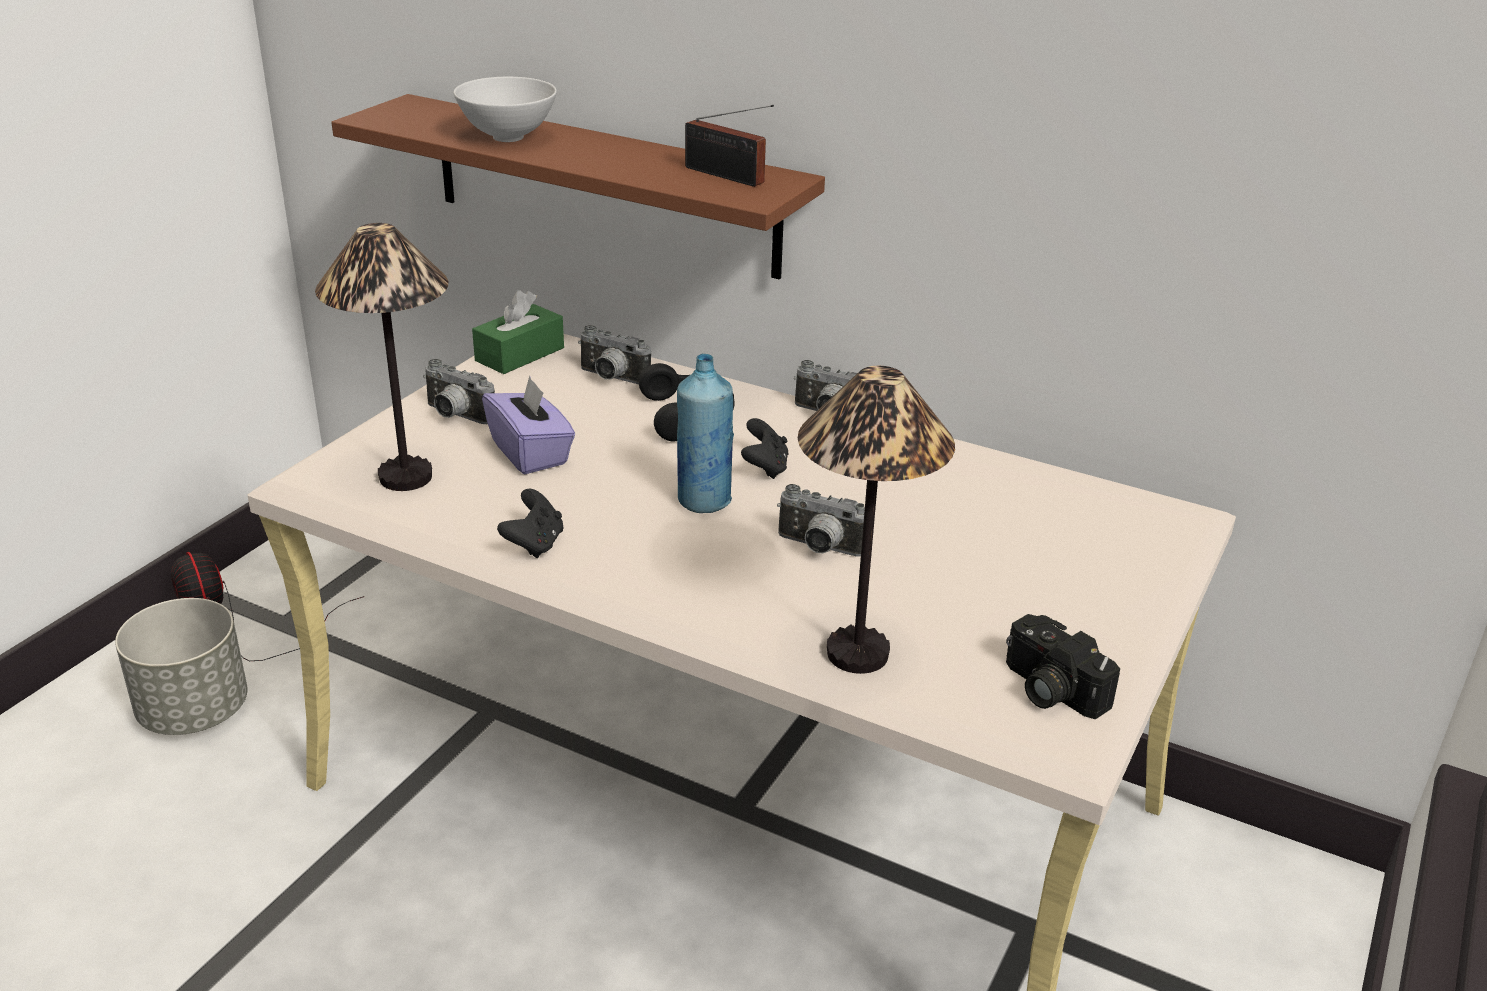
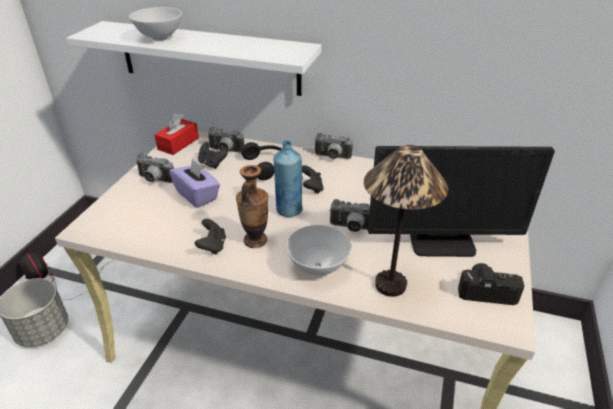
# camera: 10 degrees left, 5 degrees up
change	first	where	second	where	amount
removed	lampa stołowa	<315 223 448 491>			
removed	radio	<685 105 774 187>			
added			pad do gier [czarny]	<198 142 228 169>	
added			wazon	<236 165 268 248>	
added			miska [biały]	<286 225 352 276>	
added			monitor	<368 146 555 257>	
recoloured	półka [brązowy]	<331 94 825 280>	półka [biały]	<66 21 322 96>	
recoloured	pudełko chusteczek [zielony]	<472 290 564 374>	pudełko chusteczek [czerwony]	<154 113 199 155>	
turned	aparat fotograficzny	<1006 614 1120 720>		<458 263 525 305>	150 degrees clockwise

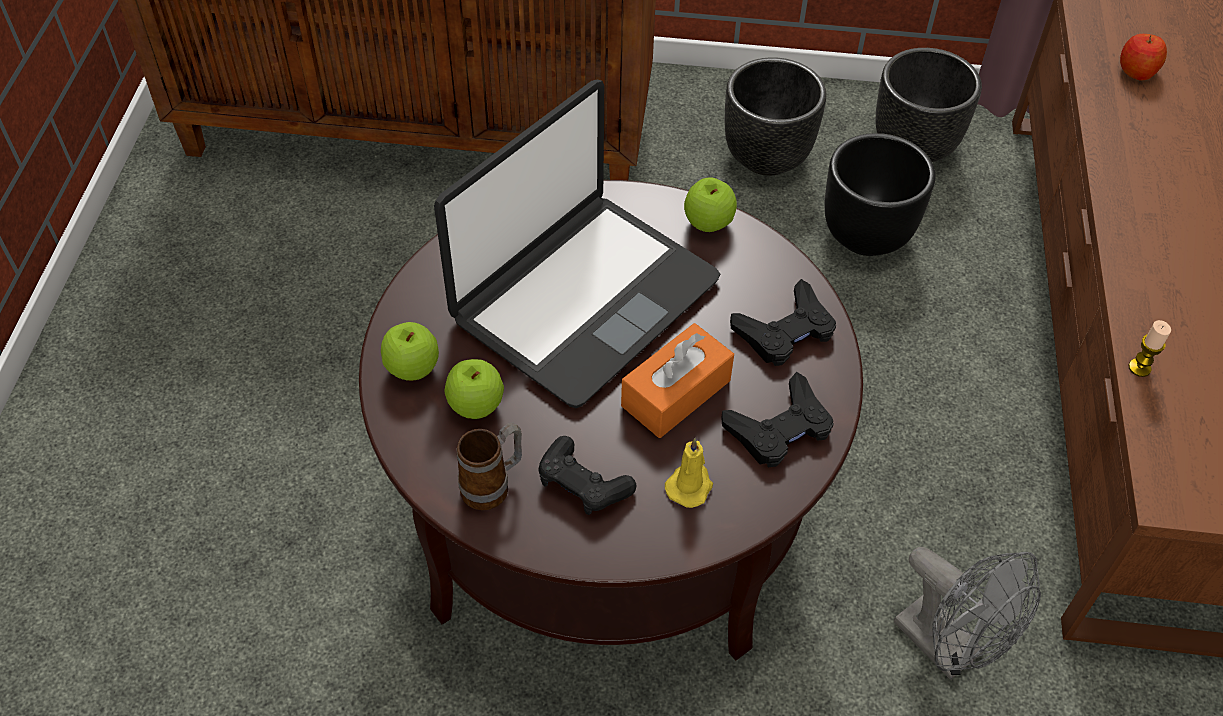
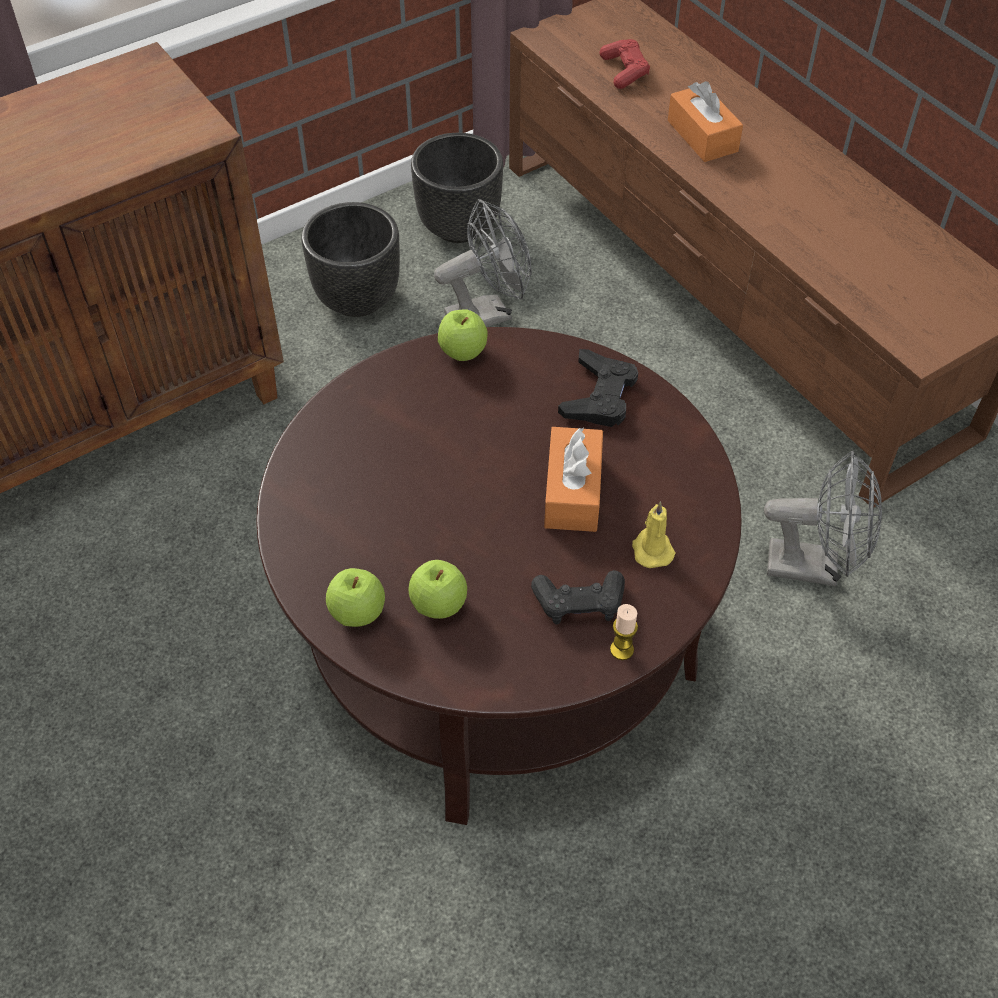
# camera: 40 degrees left, 0 degrees up
change	first	where	second	where	amount
removed	laptop	<434 80 720 408>			
removed	kubek	<457 422 522 510>			
removed	pad do gier [czarny]	<721 372 834 467>			
added			pudełko chusteczek [pomarańczowy]	<668 81 743 162>	
moved	świeca	<1129 320 1171 377>		<610 604 638 660>	
replaced	donica [czarny]	<825 133 936 256>	wentylator [szary]	<434 199 532 327>	
replaced	jabłko	<1120 34 1167 81>	pad do gier [czerwony]	<600 39 650 89>	

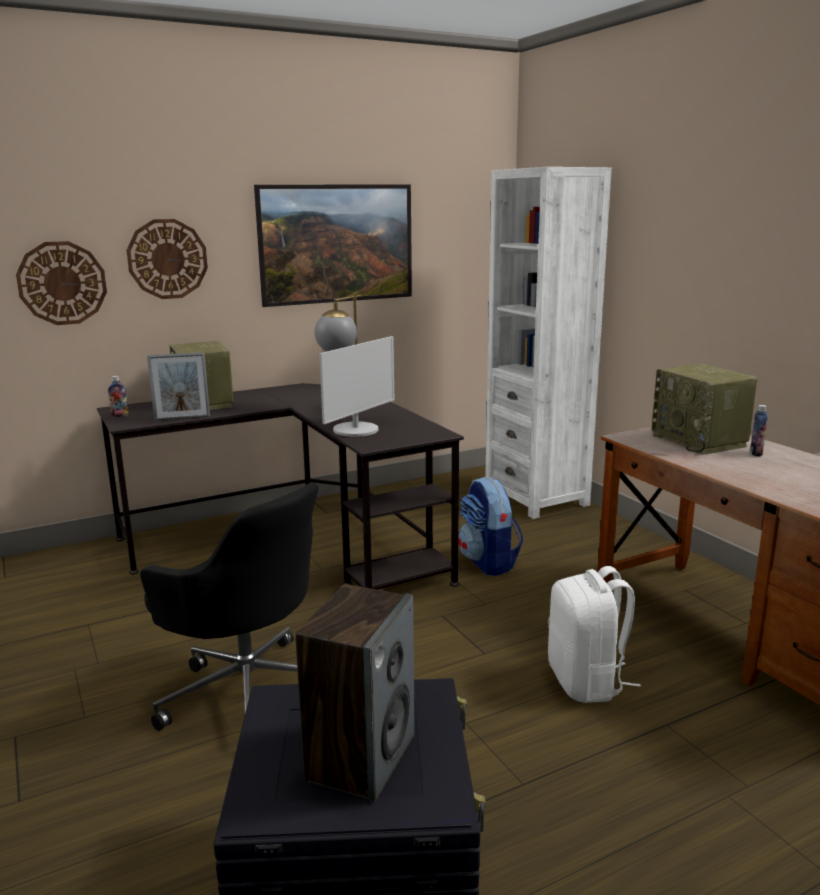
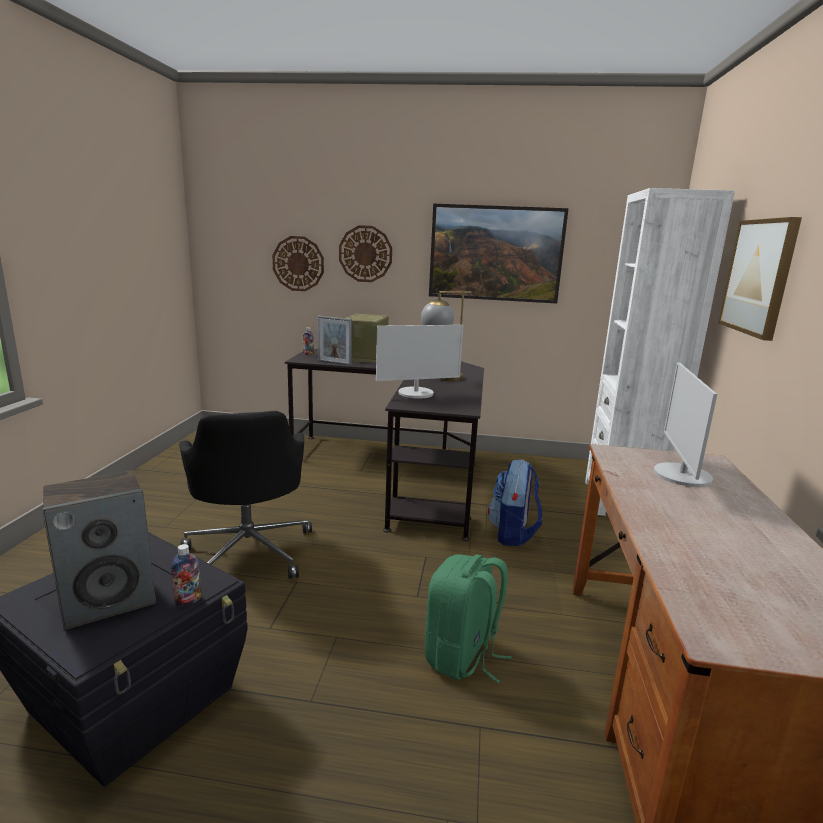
# camera: 35 degrees right, 0 degrees up
change	first	where	second	where	amount
added			obraz	<718 217 802 341>	
moved	butelka	<750 405 768 456>		<171 544 201 606>	
replaced	radio	<652 364 757 455>	monitor	<654 362 717 487>	
recoloured	plecak [biały]	<548 566 641 703>	plecak [zielony]	<425 554 512 683>	

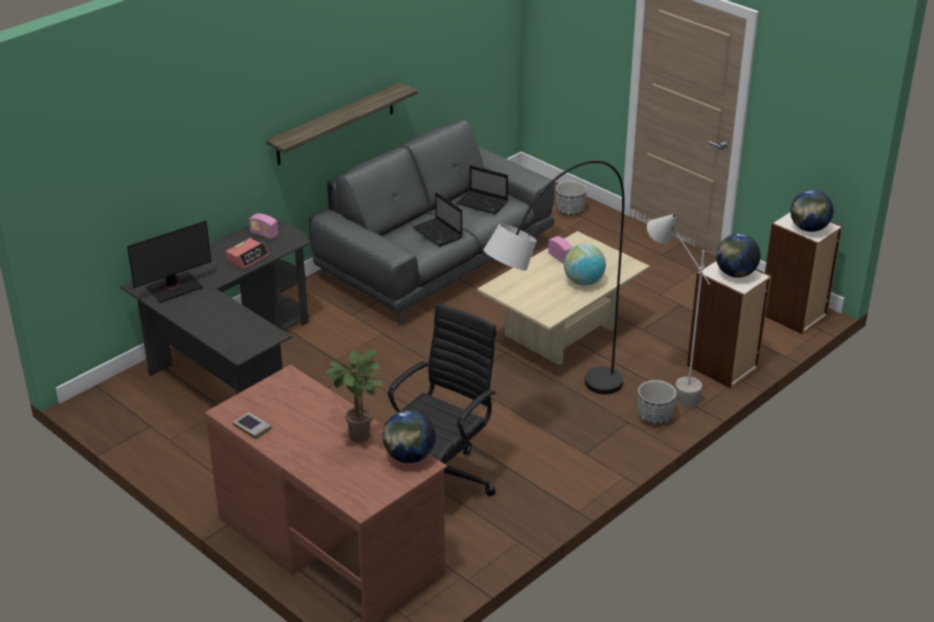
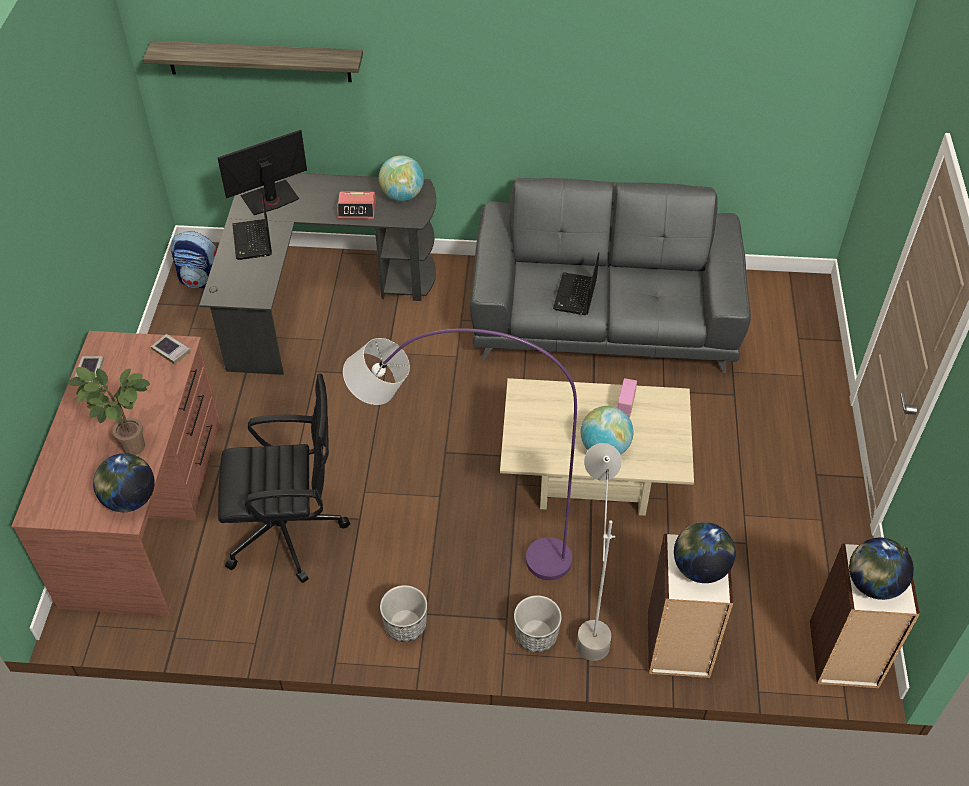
# camera: 50 degrees right, 15 degrees up
change	first	where	second	where	amount
added			książka	<151 334 191 365>	
added			plecak	<171 231 217 289>	
moved	półka	<266 82 418 165>		<143 41 363 82>	
moved	laptop	<457 165 508 214>		<232 192 272 260>	
moved	donica	<556 181 587 216>		<380 585 427 642>	
replaced	radio	<249 213 278 239>	globus	<379 155 424 201>	
recoloured	lampa stojąca [czarny]	<483 160 624 394>	lampa stojąca [fioletowy]	<343 329 577 580>	
turned	monitor	<127 221 211 303>		<217 130 307 215>	135 degrees clockwise

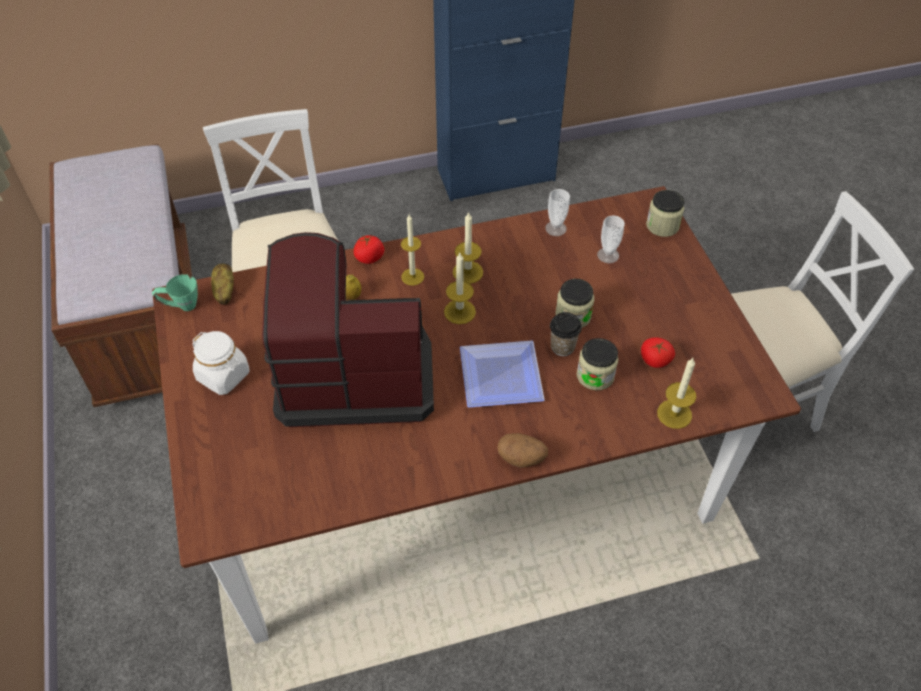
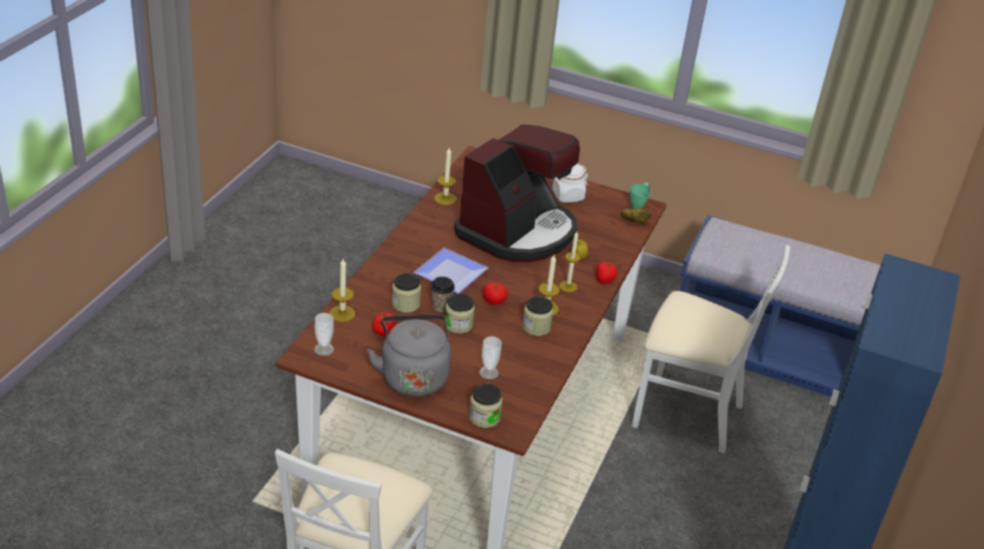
# camera: 125 degrees right, 15 degrees down
change	first	where	second	where	amount
removed	ziemniak	<498 433 548 468>			
added			czajnik [szary]	<367 314 451 397>	
added			pomidor	<483 282 508 305>	
added			słoik	<522 296 553 336>	
moved	świeca	<444 253 476 324>		<434 148 457 205>	
moved	filiżanka	<545 189 570 236>		<314 313 334 356>	
recoloured	ławka [brązowy]	<49 144 192 407>	ławka [niebieski]	<680 215 881 397>	

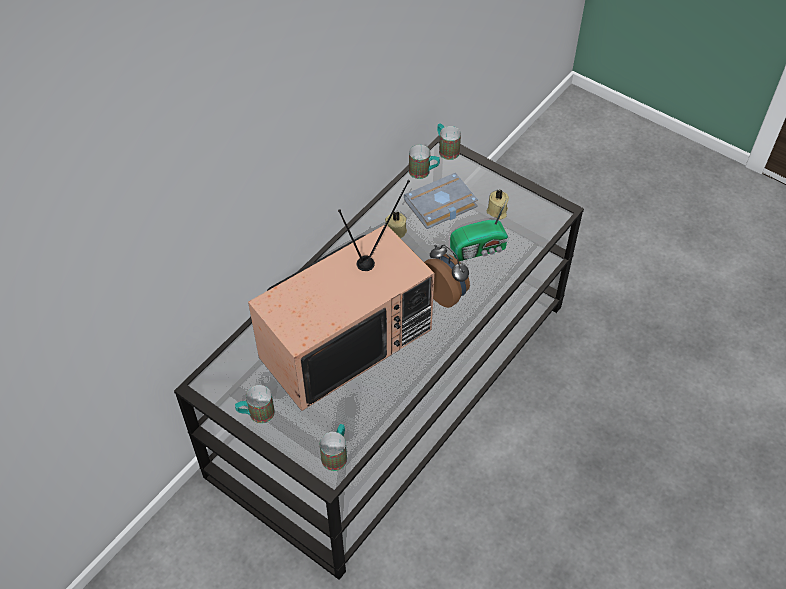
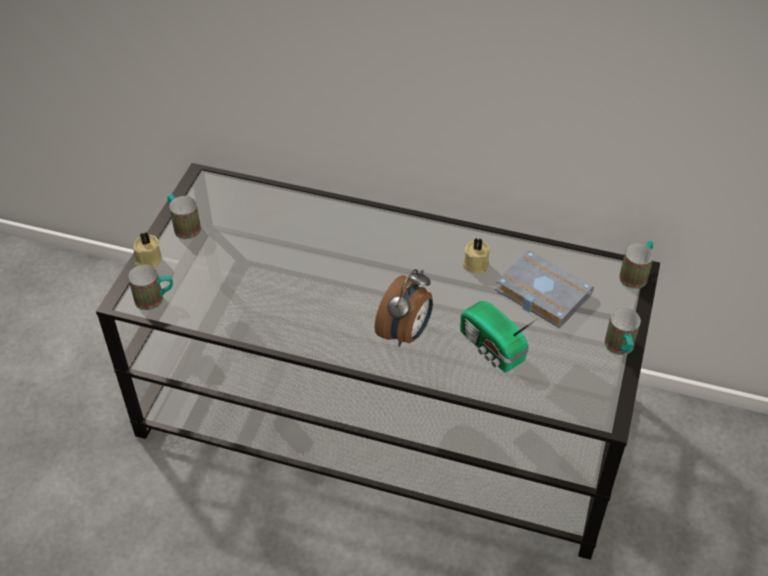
# camera: 70 degrees right, 5 degrees down
change	first	where	second	where	amount
removed	telewizor	<248 180 435 411>			
moved	kubek	<409 145 440 179>		<604 308 641 355>	
moved	świeca [beżowy]	<487 190 509 220>		<133 232 162 268>	

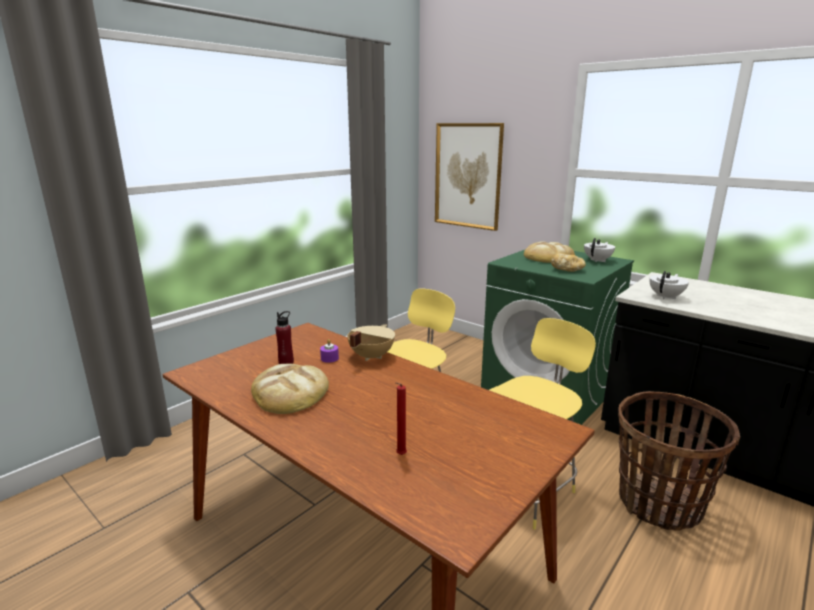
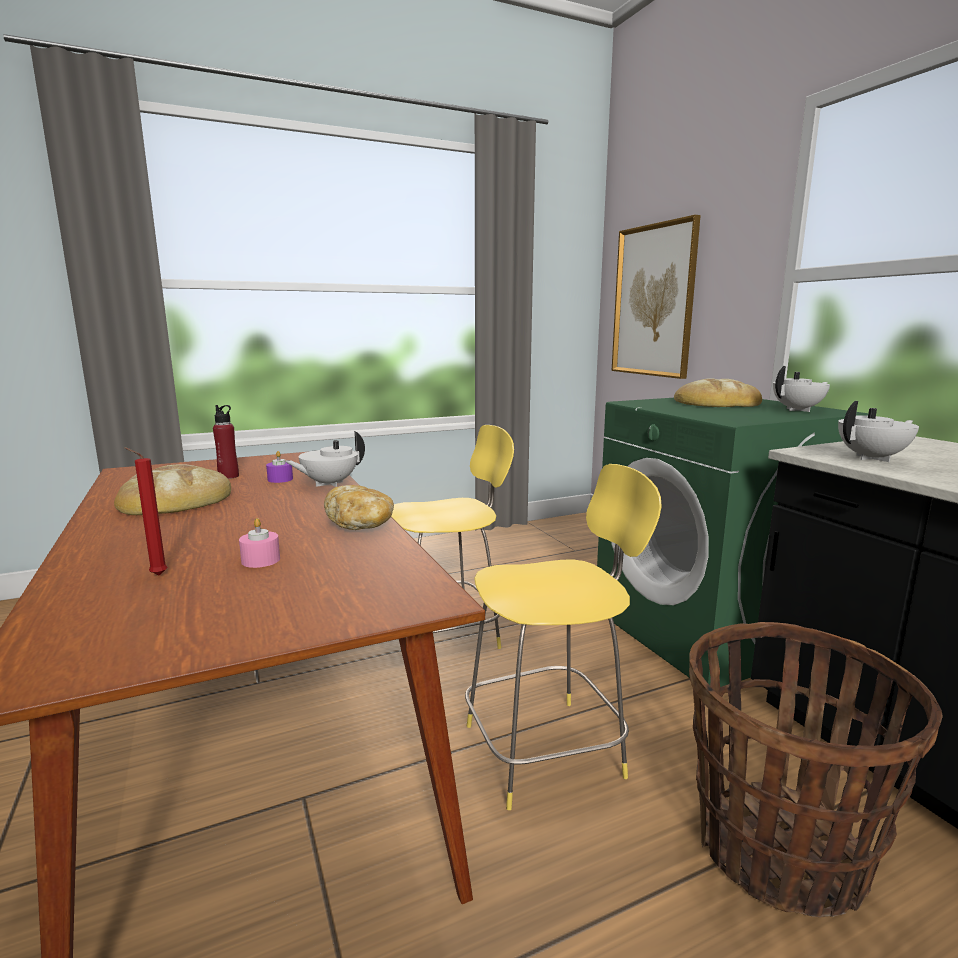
# camera: 25 degrees right, 5 degrees down
change	first	where	second	where	amount
added			świeca [różowy]	<239 518 280 568>	
moved	chleb	<551 253 586 272>		<324 485 394 530>	
replaced	garnek [beżowy]	<347 324 395 361>	imbryk [biały]	<285 431 365 487>	

